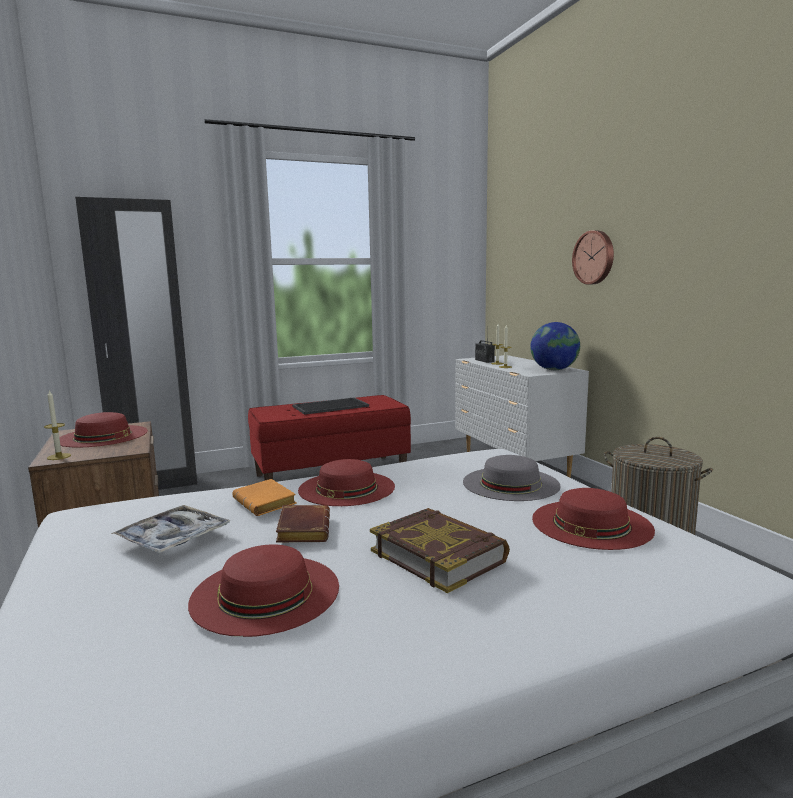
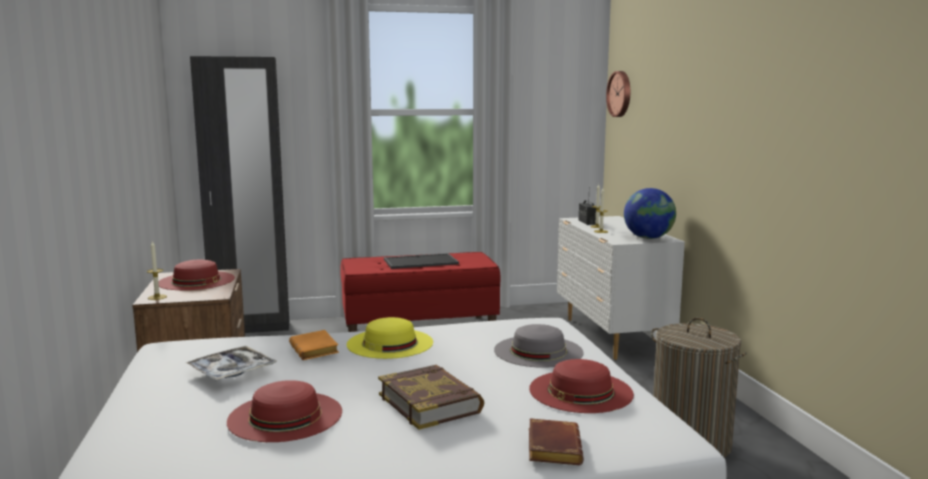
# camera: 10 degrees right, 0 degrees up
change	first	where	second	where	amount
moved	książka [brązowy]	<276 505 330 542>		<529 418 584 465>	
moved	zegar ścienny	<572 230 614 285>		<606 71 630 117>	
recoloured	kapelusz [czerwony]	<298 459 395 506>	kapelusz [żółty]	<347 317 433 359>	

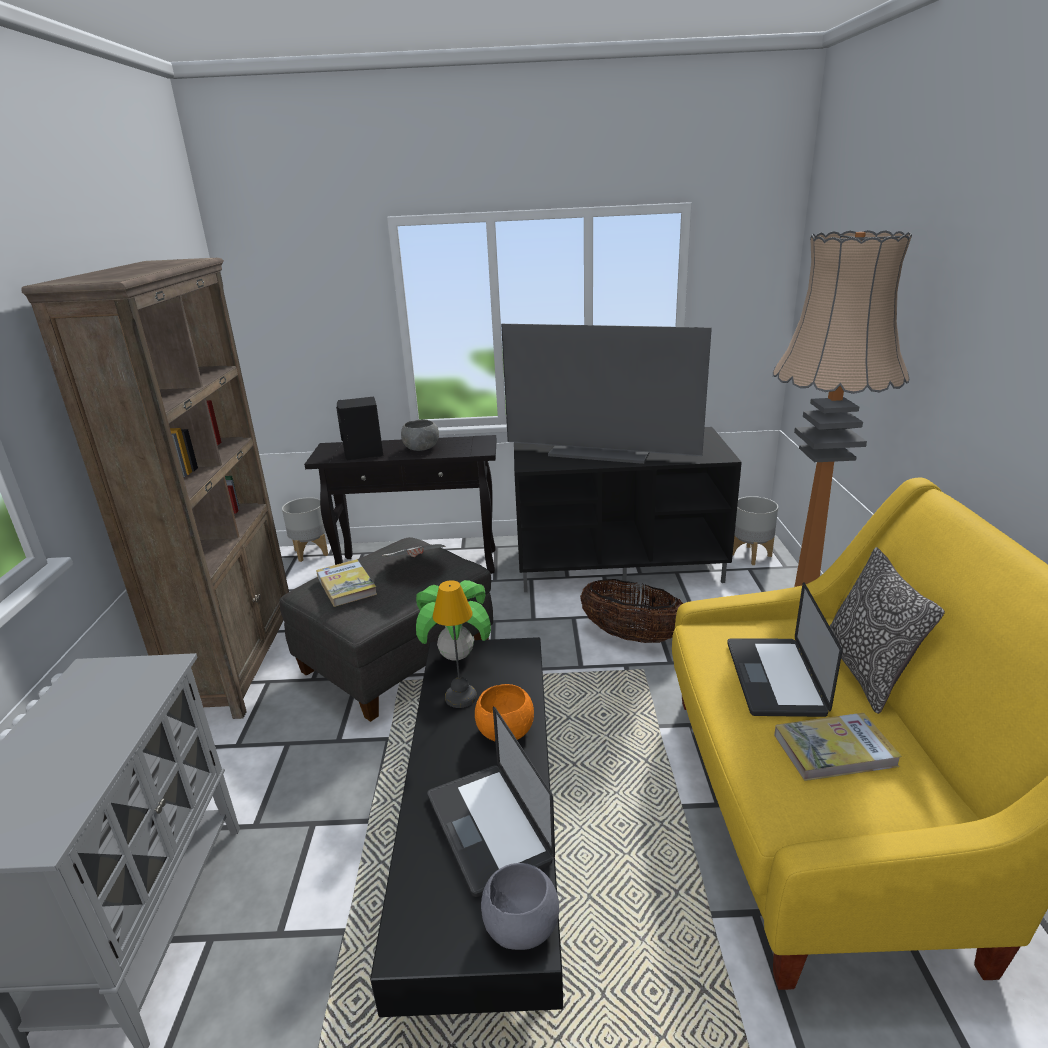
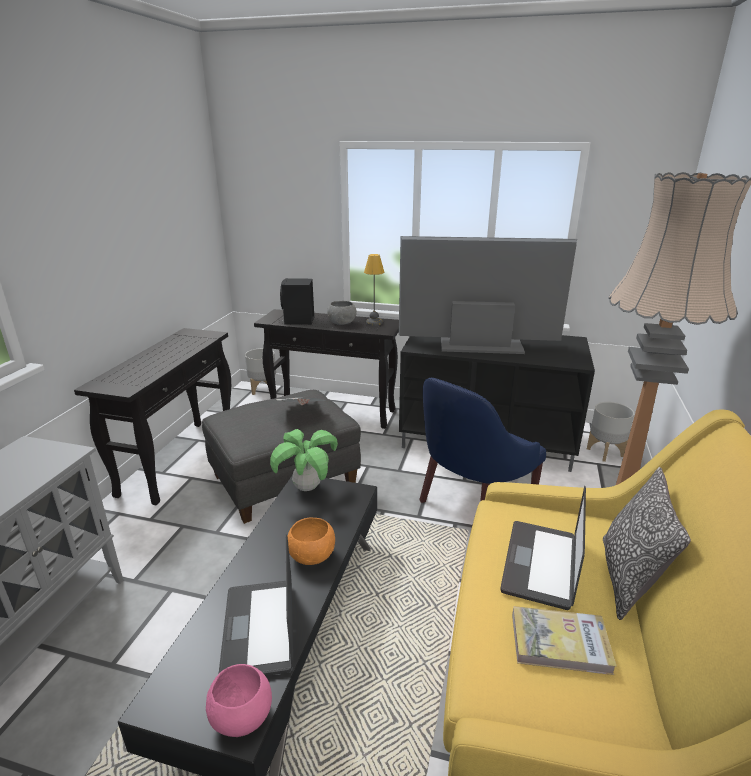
# camera: 15 degrees right, 0 degrees up
change	first	where	second	where	amount
removed	książka	<316 559 377 607>			
moved	lampa stołowa	<433 580 477 708>		<364 254 385 326>	
replaced	regał [brązowy]	<21 258 289 719>	stolik konsolowy [czarny]	<74 328 231 505>	
replaced	koszyk	<580 579 683 643>	fotel [niebieski]	<419 378 546 503>	
recoloured	miska [szary]	<481 863 559 950>	miska [różowy]	<206 664 272 737>	
turned	telewizor	<501 324 712 464>		<399 236 577 354>	150 degrees clockwise

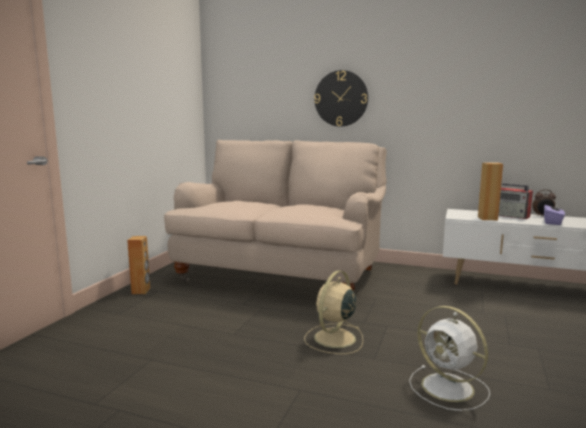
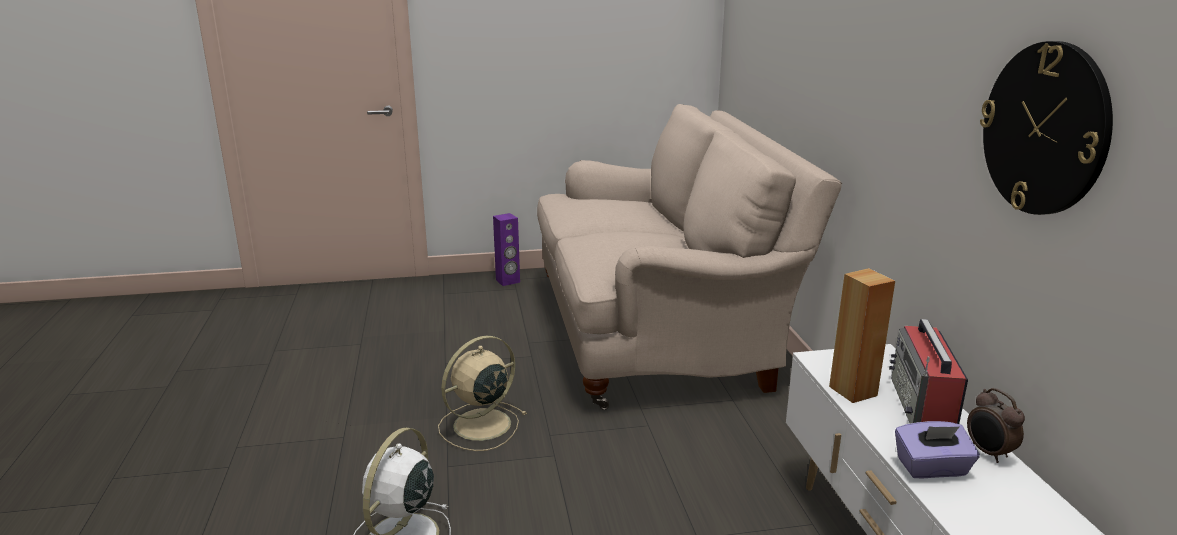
# camera: 60 degrees right, 10 degrees up
change	first	where	second	where	amount
moved	zegar ścienny	<314 70 368 127>		<980 41 1113 215>	
recoloured	głośnik [brązowy]	<127 236 150 294>	głośnik [fioletowy]	<493 213 520 286>	
turned	wentylator [beżowy]	<304 270 363 354>		<438 335 527 451>	45 degrees counterclockwise

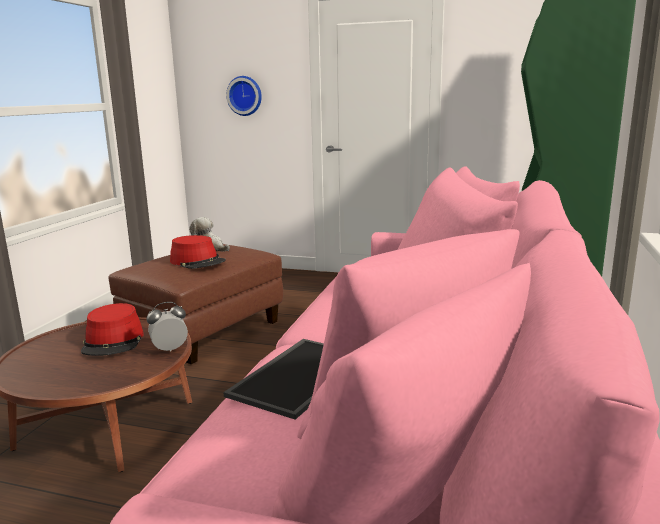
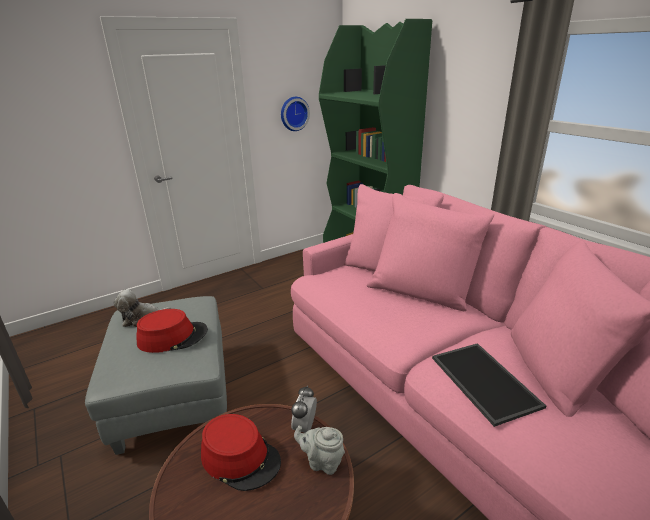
# camera: 50 degrees left, 10 degrees up
change	first	where	second	where	amount
added			imbryk [szary]	<294 426 345 475>	
moved	zegar ścienny	<226 76 262 116>		<281 97 310 131>	
recoloured	pufa [brązowy]	<108 244 283 364>	pufa [szary]	<85 296 227 455>	

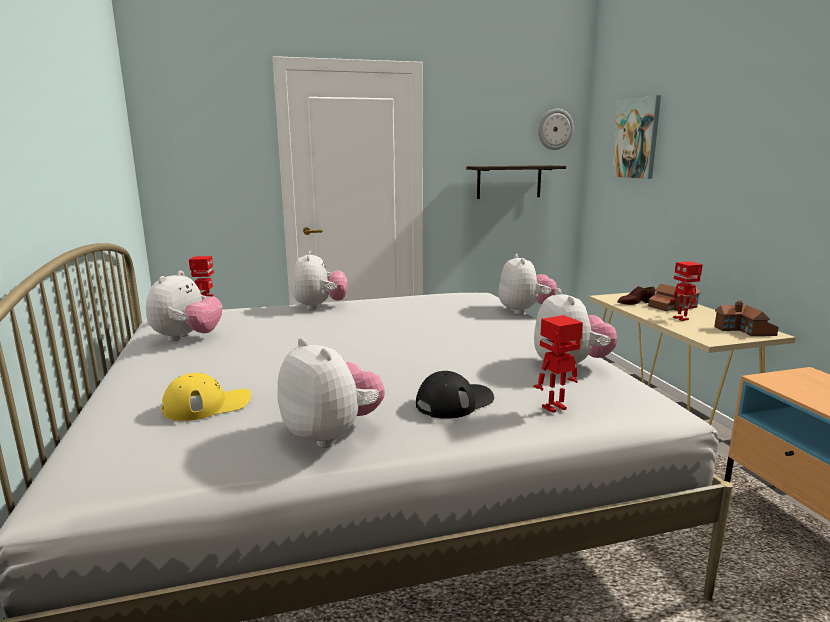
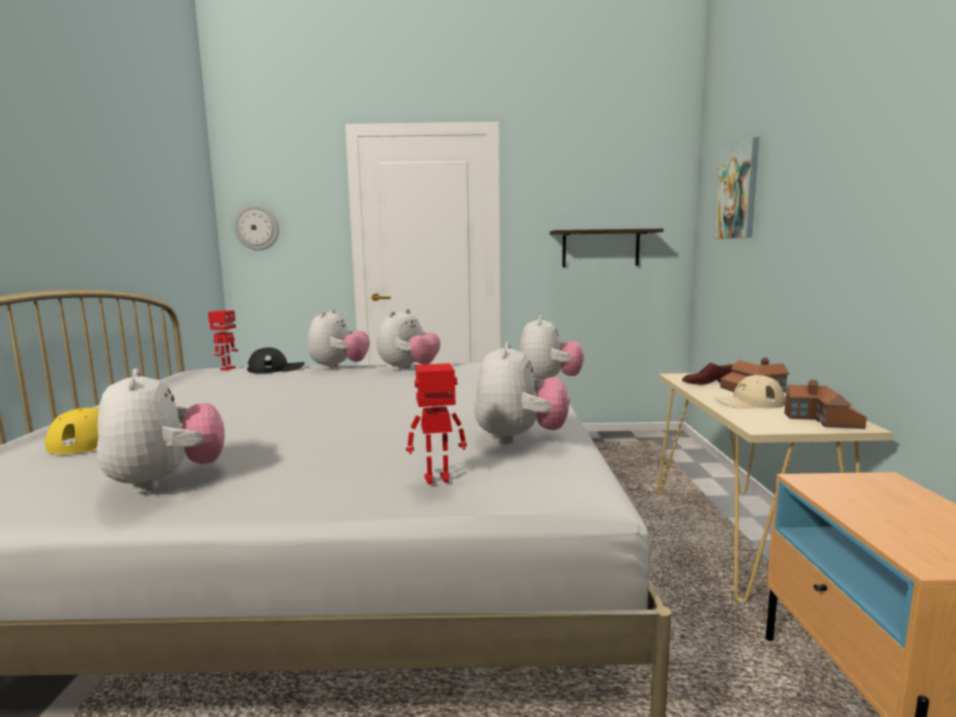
# camera: 15 degrees right, 5 degrees down
change	first	where	second	where	amount
moved	pluszak	<146 270 223 342>		<377 309 440 371>	
moved	czapka z daszkiem [czarny]	<416 371 494 419>		<247 347 305 373>	
moved	zegar ścienny	<538 109 574 150>		<234 205 279 251>	
replaced	robot zabawkowy	<670 261 703 321>	czapka z daszkiem [beżowy]	<714 375 785 408>	

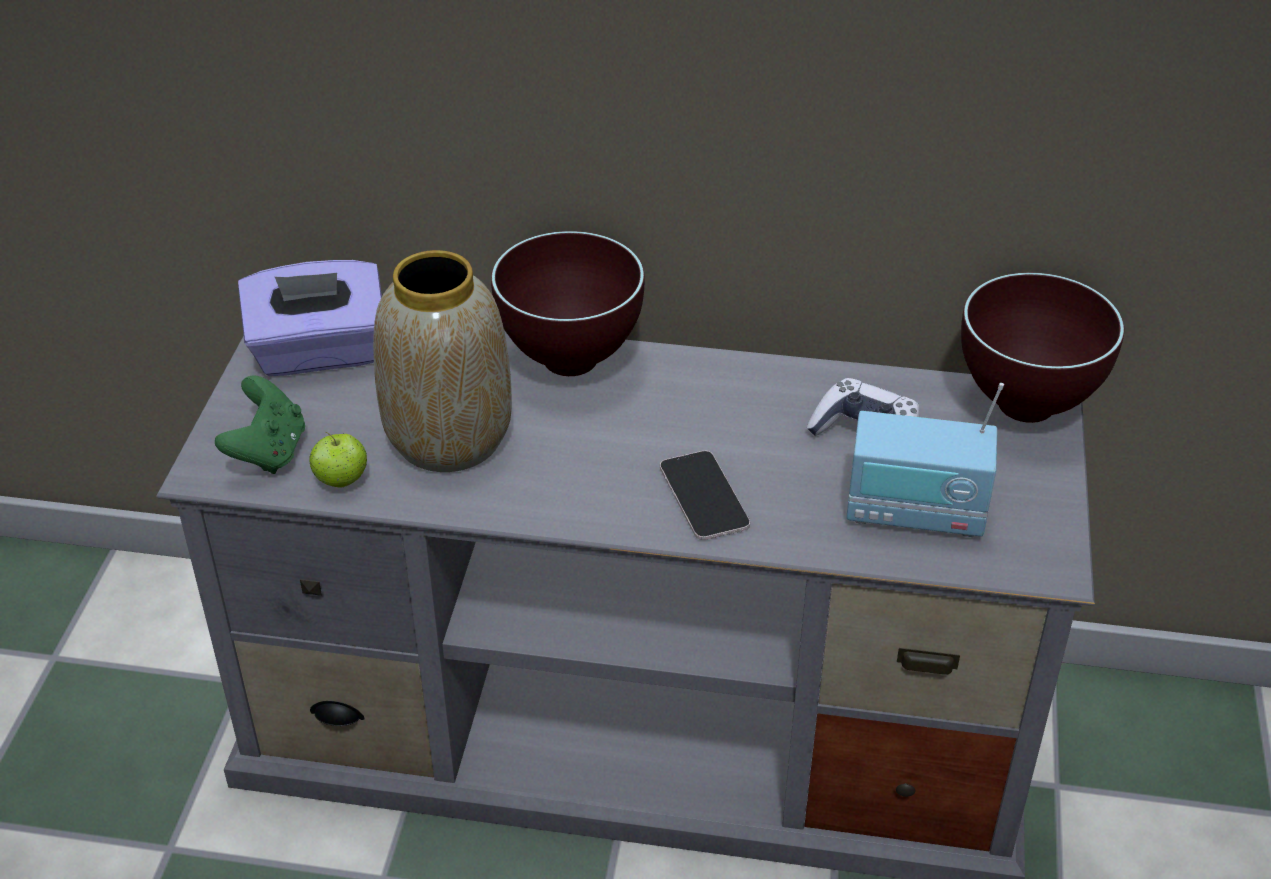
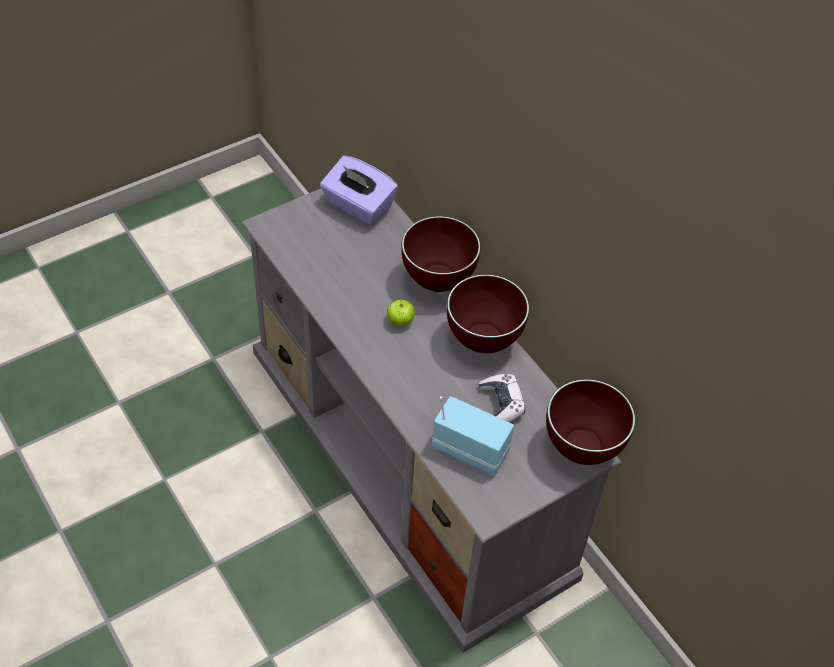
# camera: 45 degrees right, 10 degrees up
change	first	where	second	where	amount
removed	pad do gier [zielony]	<215 375 305 474>			
removed	wazon	<373 250 512 472>			
removed	telefon	<660 451 750 540>			
added			miska [brązowy]	<447 274 529 353>	
moved	jabłko	<309 431 367 488>		<387 299 415 326>	
turned	radio	<847 383 1004 537>		<432 396 514 476>	150 degrees clockwise

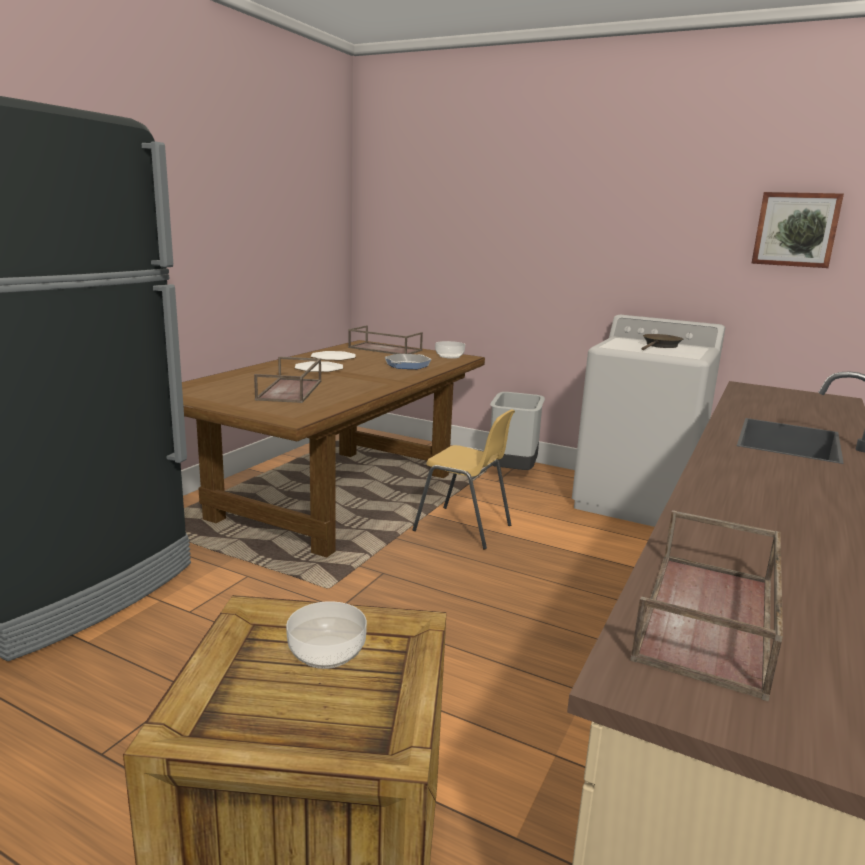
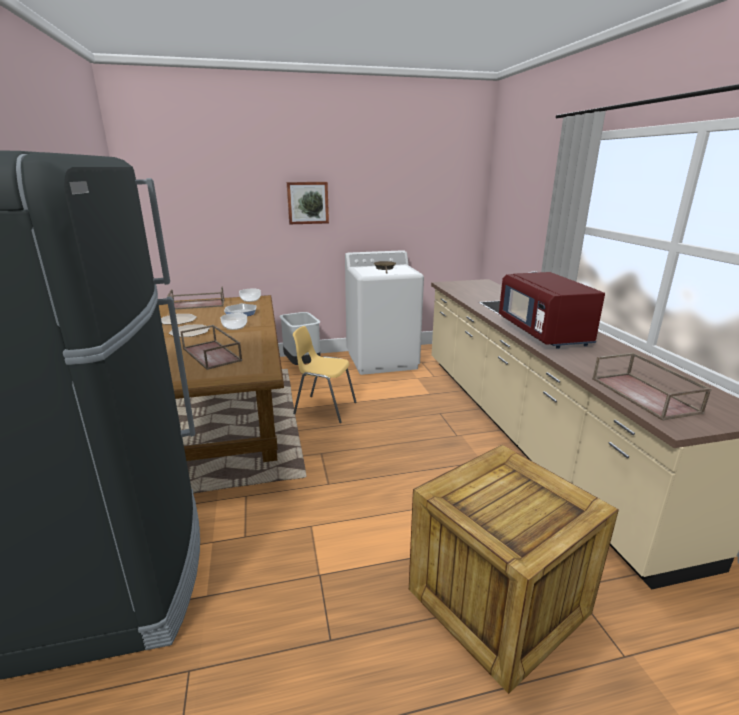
# camera: 40 degrees left, 5 degrees up
change	first	where	second	where	amount
added			mikrofalówka [czerwony]	<499 272 605 349>	
moved	miska	<286 601 367 669>		<221 313 247 330>	
moved	obraz	<751 192 844 268>		<287 182 329 224>	
turned	krzesło [żółty]	<413 409 515 550>		<293 326 357 423>	150 degrees counterclockwise

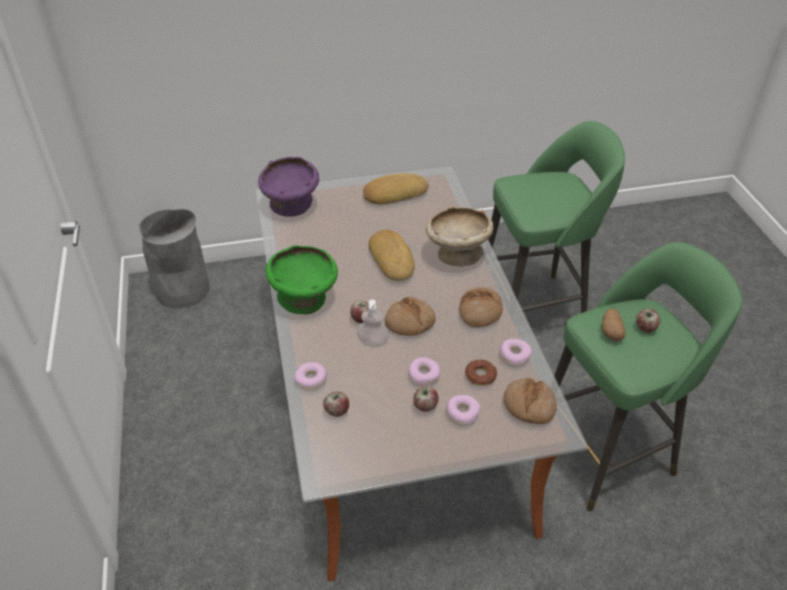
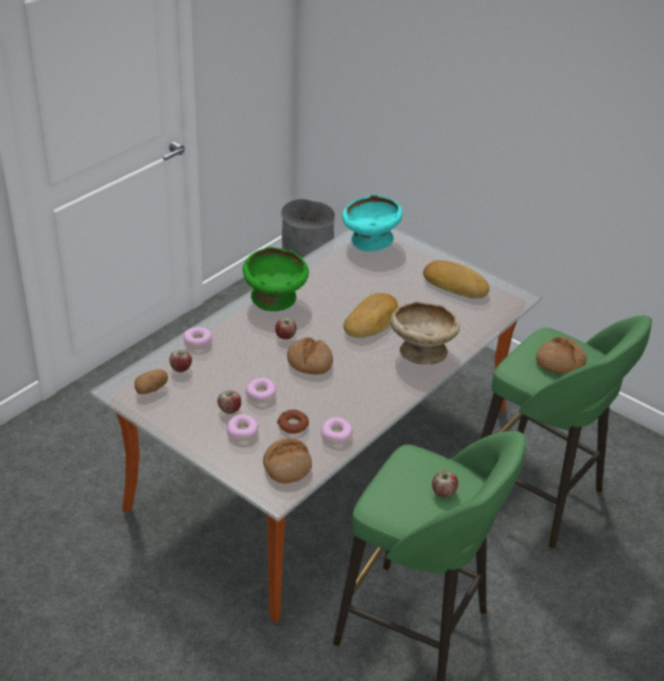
# camera: 50 degrees right, 5 degrees down
change	first	where	second	where	amount
removed	dozownik mydła	<357 299 389 348>			
moved	chleb	<459 287 503 327>		<536 337 587 374>	
moved	ziemniak	<602 308 625 341>		<134 369 168 394>	
recoloured	miska [fioletowy]	<258 157 319 217>	miska [turkusowy]	<342 194 403 252>	

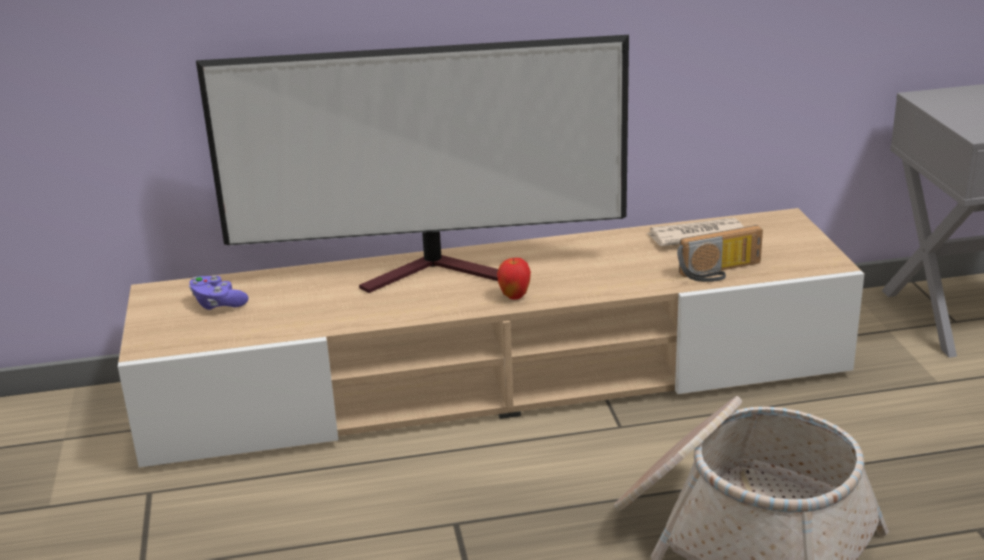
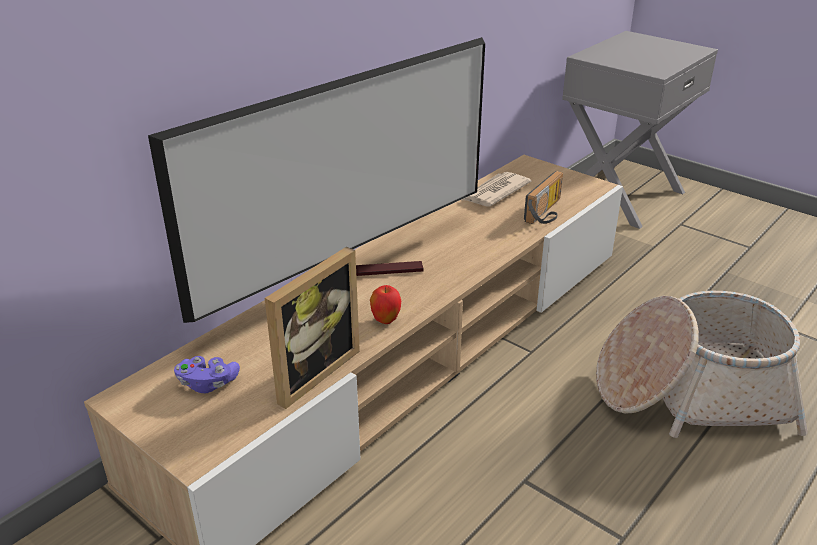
# camera: 40 degrees left, 5 degrees up
change	first	where	second	where	amount
added			ramka na zdjęcie	<265 247 360 409>	
moved	jabłko	<497 258 531 300>		<370 285 401 324>	

